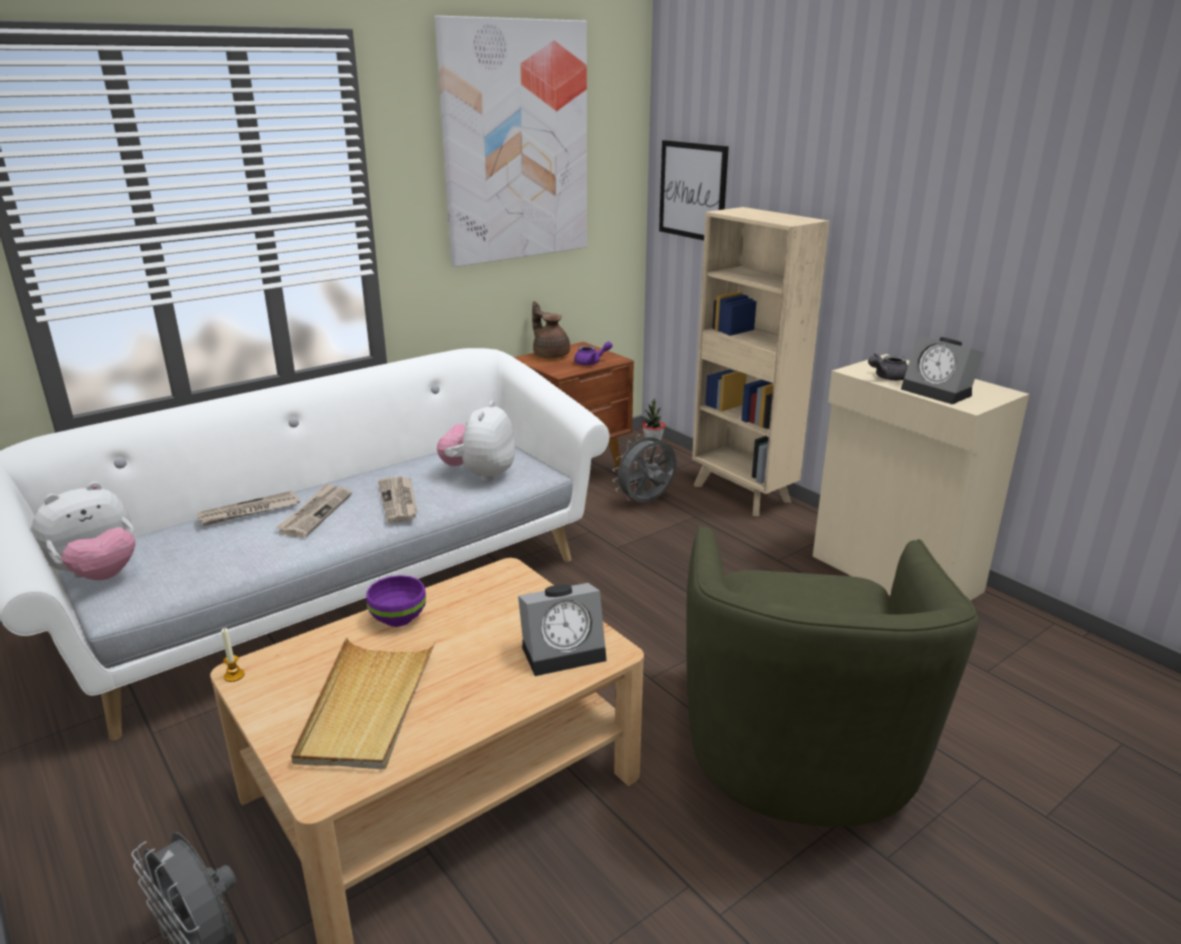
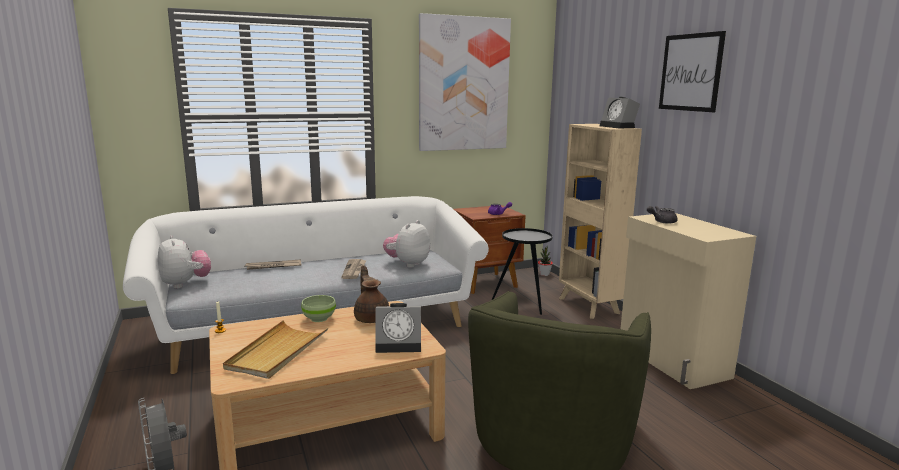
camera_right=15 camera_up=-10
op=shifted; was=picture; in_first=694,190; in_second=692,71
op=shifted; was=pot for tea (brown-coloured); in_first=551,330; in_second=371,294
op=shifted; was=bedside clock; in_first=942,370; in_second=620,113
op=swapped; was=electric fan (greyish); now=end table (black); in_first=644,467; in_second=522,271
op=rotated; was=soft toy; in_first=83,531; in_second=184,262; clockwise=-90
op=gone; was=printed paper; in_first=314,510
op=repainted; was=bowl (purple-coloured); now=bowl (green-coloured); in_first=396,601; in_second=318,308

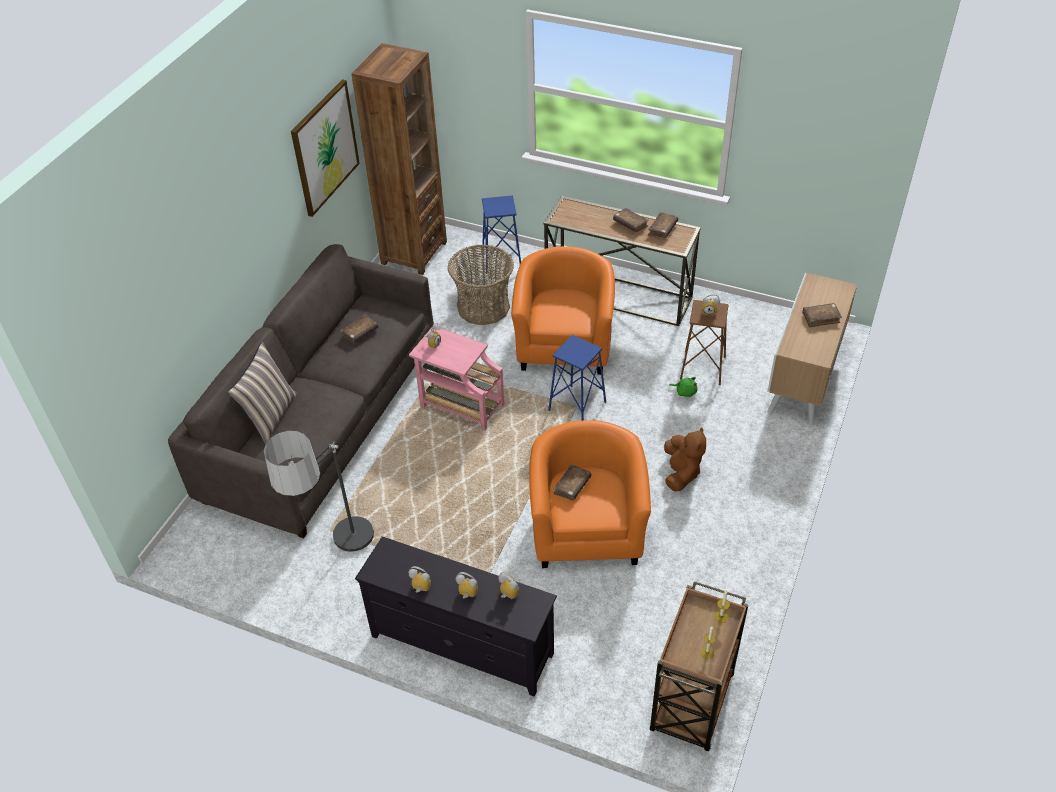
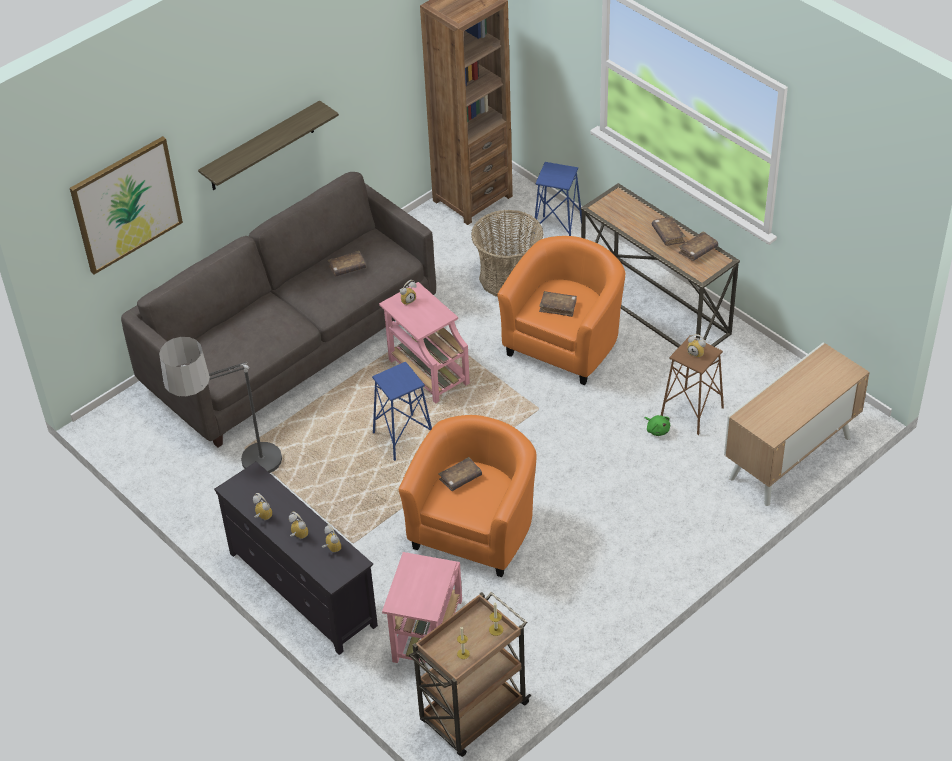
camera_right=25 camera_up=0
op=shifted; was=picture; in_first=325,148; in_second=126,205
op=shifted; was=bound book (brown-coloured); in_first=822,315; in_second=558,304
op=shifted; was=stool seat (bluish); in_first=577,378; in_second=402,411
op=gone; was=pillow; in_first=262,393
op=gone; was=soft toy (brown-coloured); in_first=685,459
op=new; now=shelf; in_second=268,145
op=new; now=end table (pink); in_second=422,607

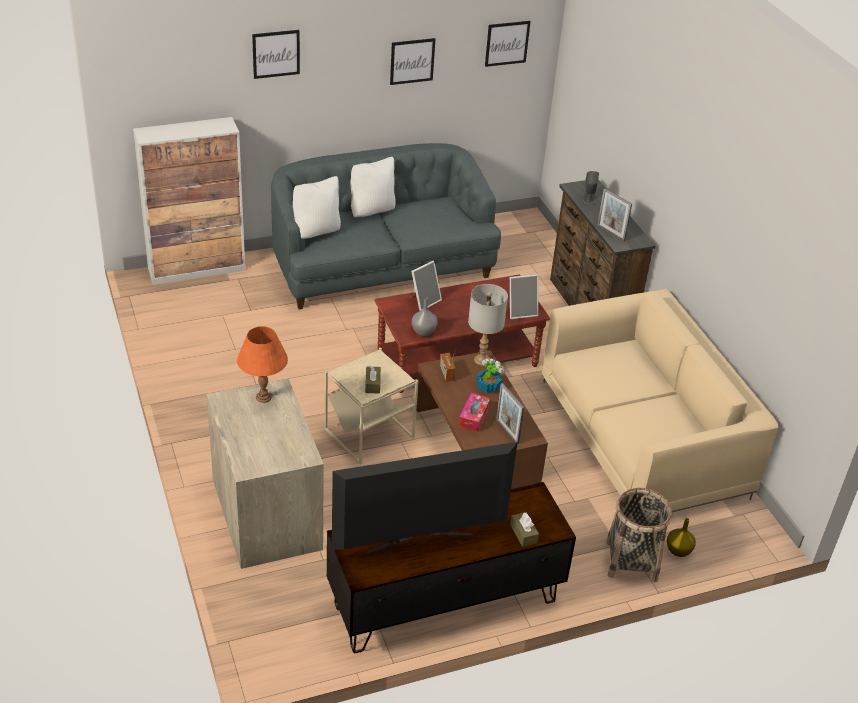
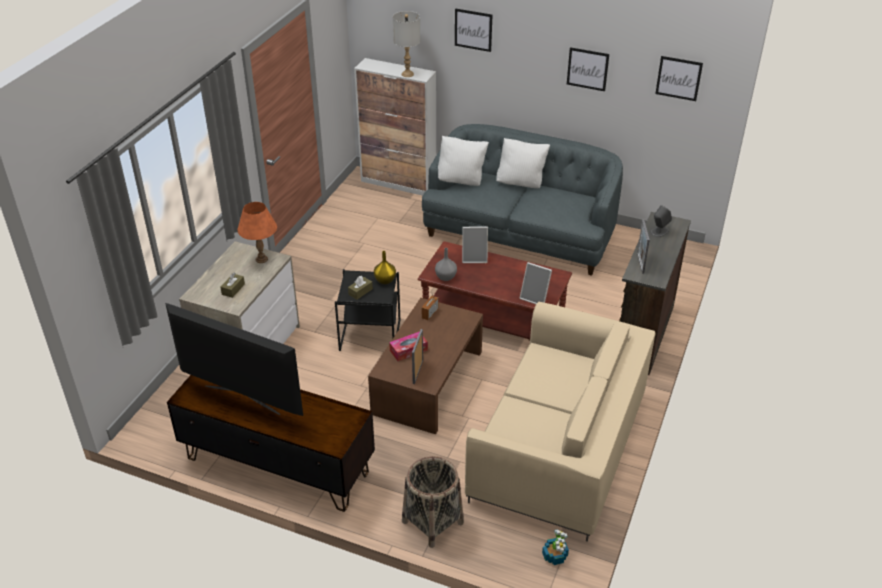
camera_right=45 camera_up=0
op=shifted; was=tabletop lamp (greyish); in_first=488,325; in_second=406,44
op=repainted; was=end table (beige-coloured); now=end table (black); in_first=371,406; in_second=367,310
op=shifted; was=potted plant; in_first=490,375; in_second=555,547
op=shifted; was=tissue holder (brown-coloured); in_first=524,529; in_second=233,285
op=shifted; was=vase (yellow); in_first=681,537; in_second=385,268

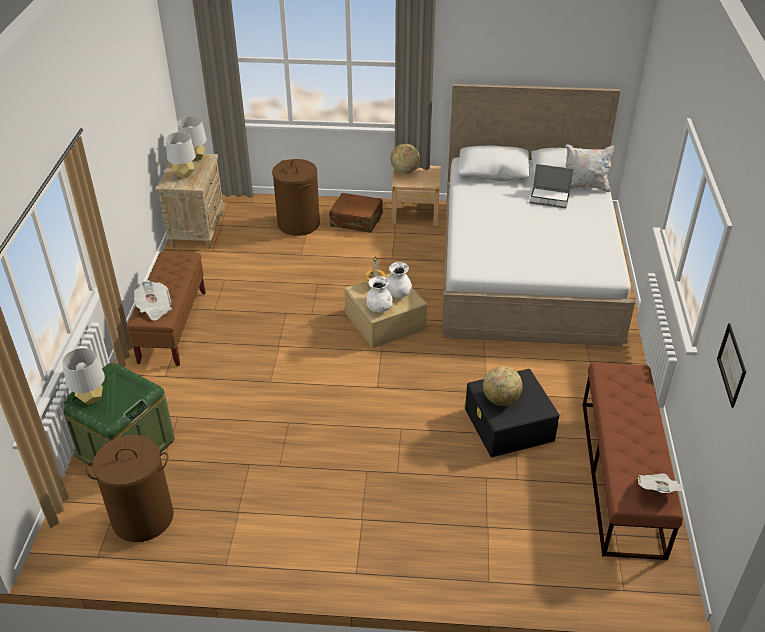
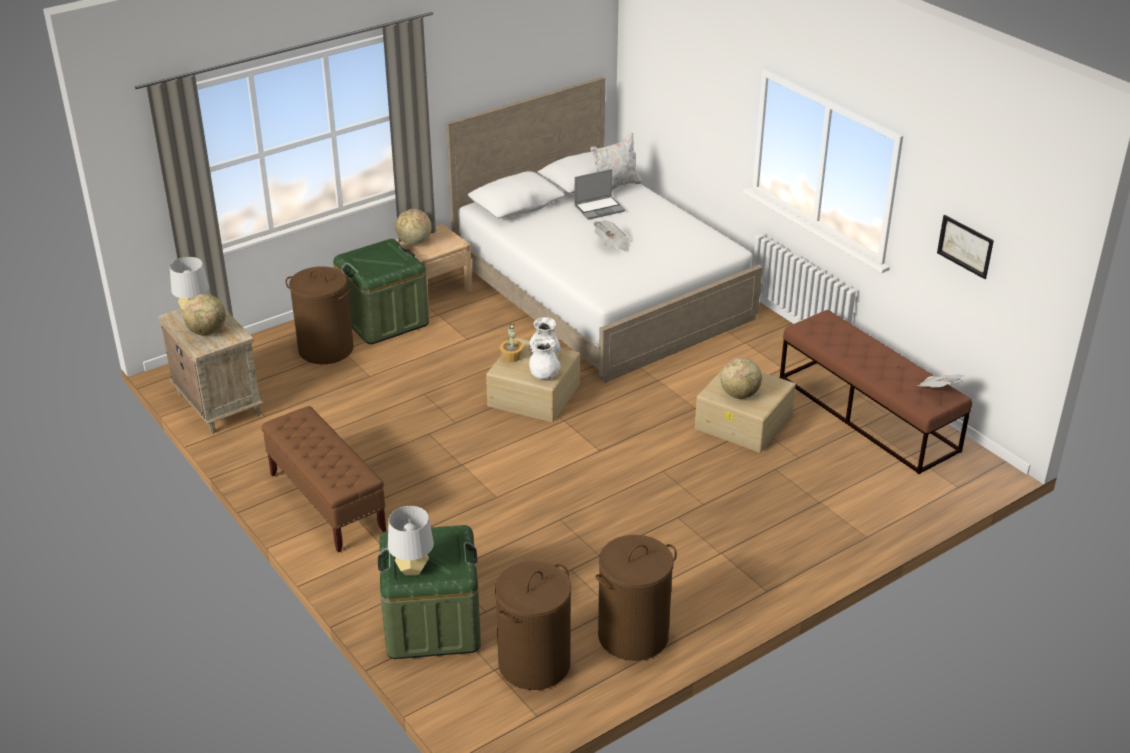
camera_right=-40 camera_up=-5
op=swapped; was=tabletop lamp (greyish); now=world globe; in_first=181,155; in_second=204,314
op=swapped; was=travel case (brown-coloured); now=storage container (green-coloured); in_first=356,213; in_second=381,291
op=shifted; was=printed paper; in_first=153,300; in_second=611,236
op=repainted; was=storage container (black); now=storage container (beige-coloured); in_first=512,413; in_second=745,411
op=new; now=laundry basket (brown-coloured); in_second=636,598

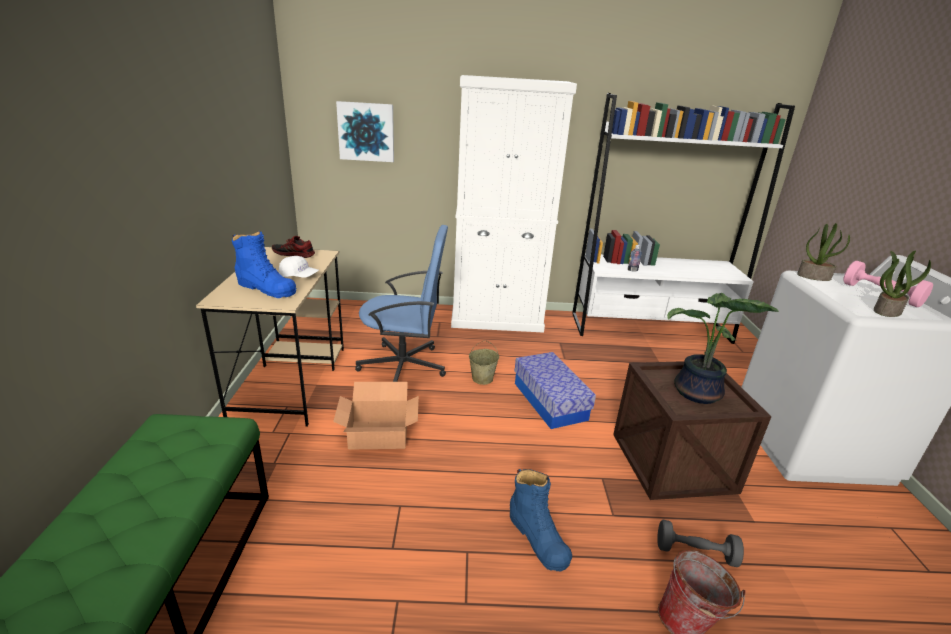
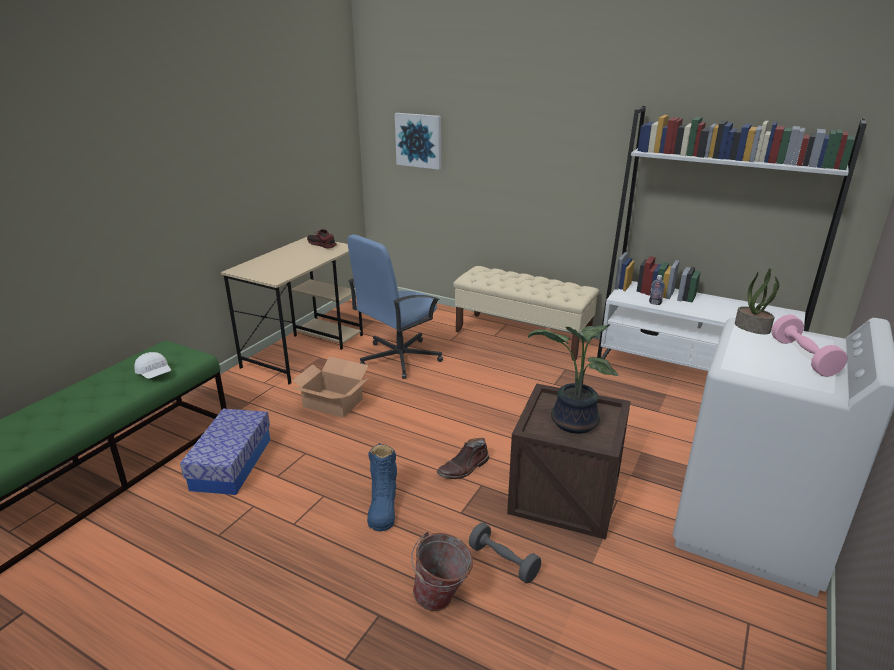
camera_right=30 camera_up=0
op=swapped; was=storage cabinet (white); now=long seat (beige-coloured); in_first=514,204; in_second=526,313
op=rotated; was=office chair (bluish); in_first=401,303; in_second=395,307; clockwise=105
op=gone; was=tall boot (bluish); in_first=264,264
op=gone; was=potted plant; in_first=902,283
op=shifted; was=peaked cap (white); in_first=299,267; in_second=152,365
op=gone; was=water bucket (beige-coloured); in_first=484,362
op=shifted; was=storage container; in_first=555,390; in_second=225,452
op=new; now=tall boot (brown-coloured); in_second=463,458

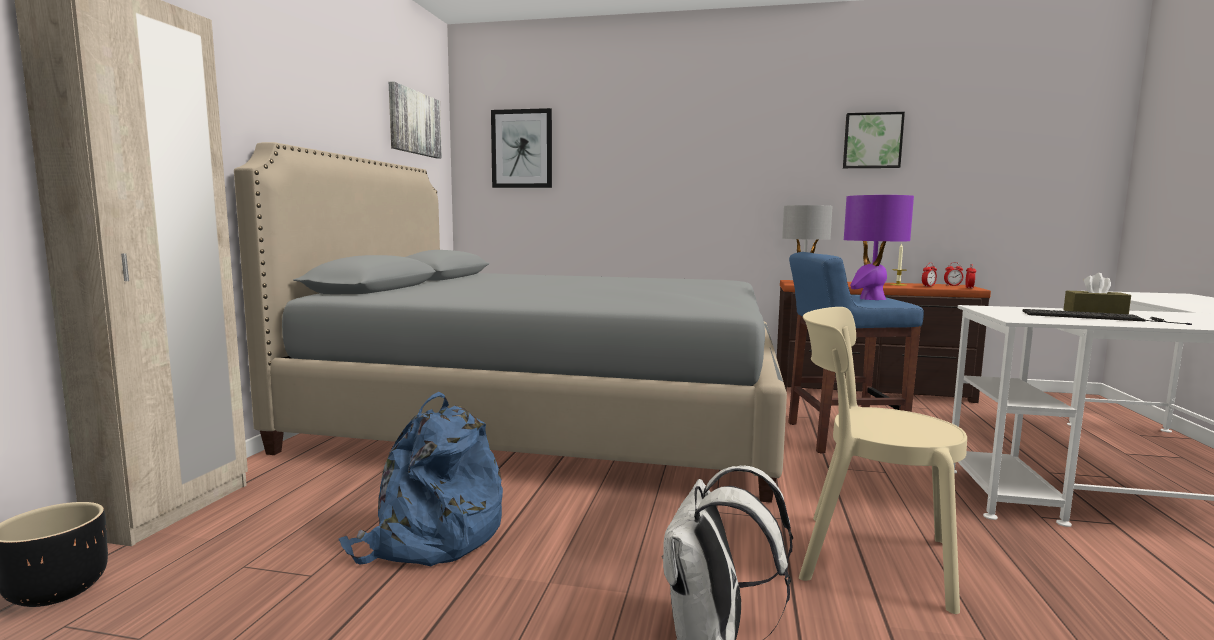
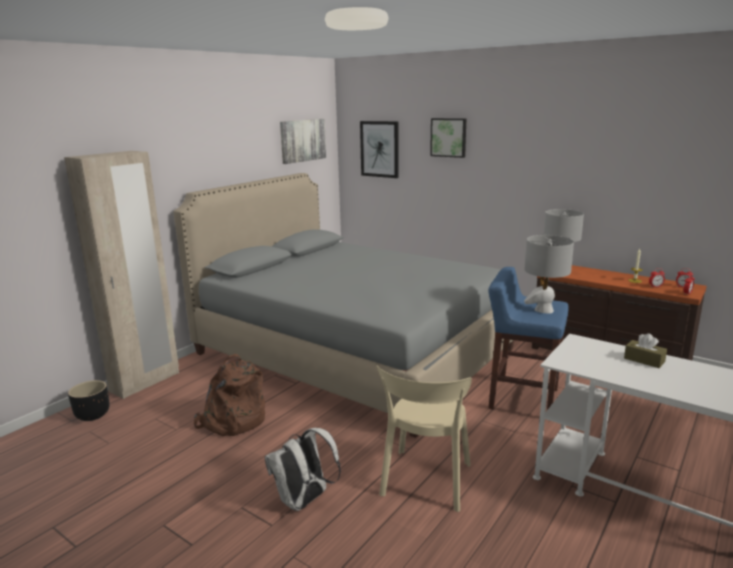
camera_right=25 camera_up=10
op=shifted; was=picture; in_first=874,140; in_second=448,138
op=repainted; was=tabletop lamp (purple-coloured); now=tabletop lamp (greyish); in_first=879,247; in_second=549,274
op=rotated; was=chair (beige-coloured); in_first=883,460; in_second=424,438; clockwise=-120
op=gone; was=keyboard; in_first=1107,317
op=repainted; was=backpack (bluish); now=backpack (brown-coloured); in_first=421,479; in_second=229,395

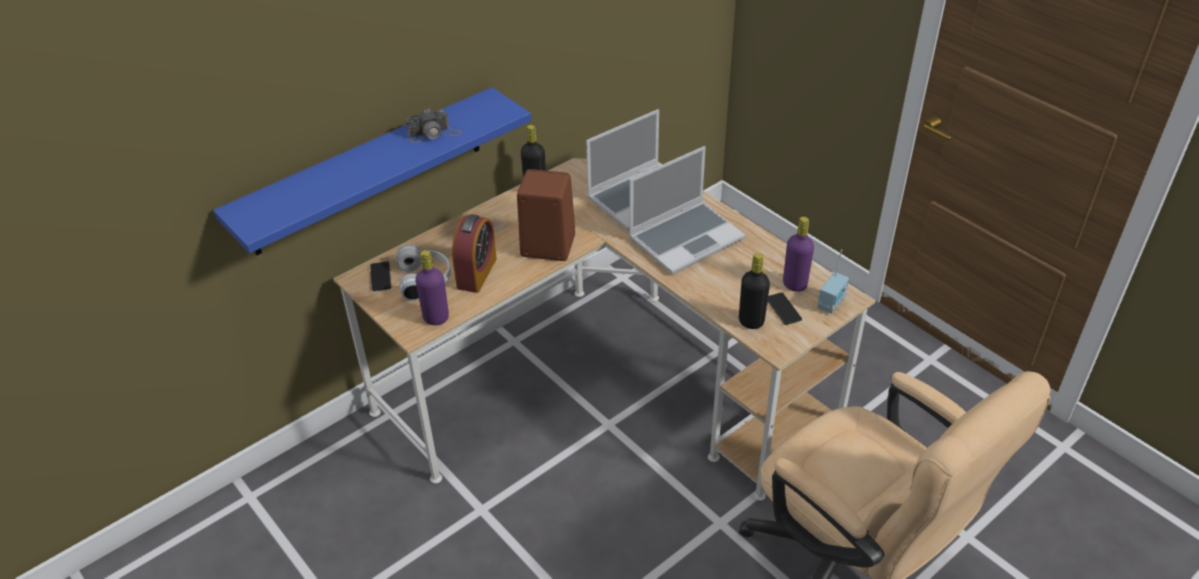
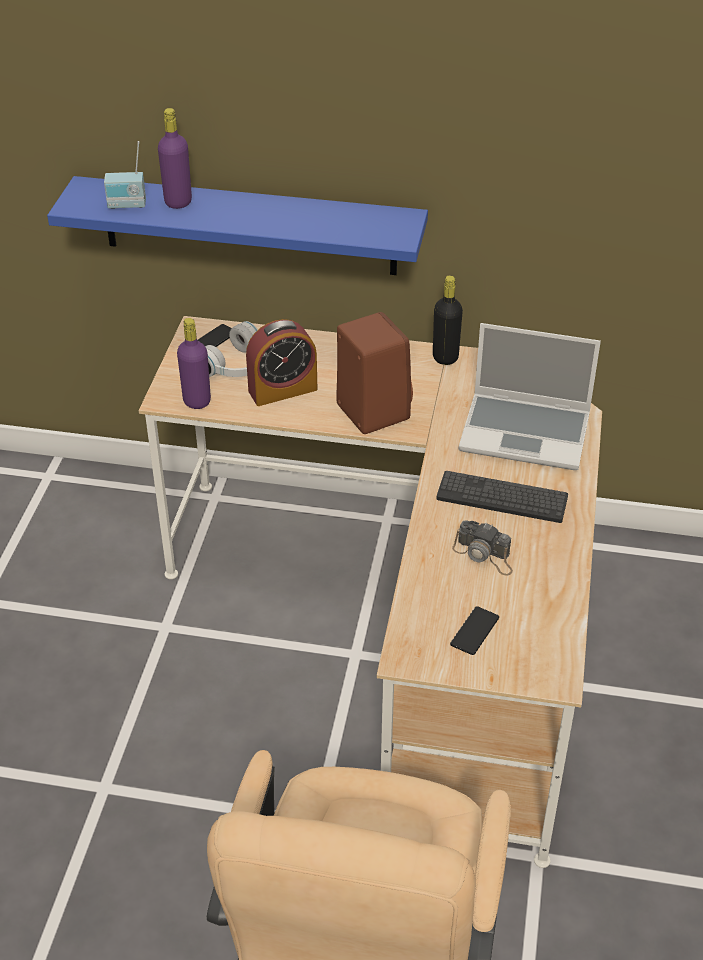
camera_right=50 camera_up=0
op=shifted; was=photo camera; in_first=433,126; in_second=482,548
op=swapped; was=laptop; now=keyboard; in_first=687,210; in_second=502,497
op=shifted; was=drink bottle (purple-coloured); in_first=798,254; in_second=175,158
op=shifted; was=radio; in_first=833,281; in_second=125,175
op=gone; was=drink bottle (black); in_first=754,291

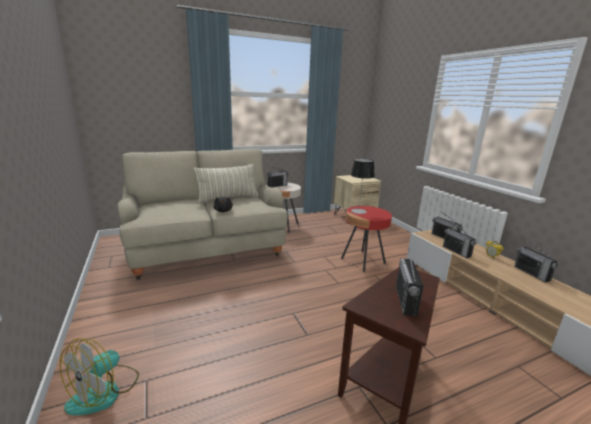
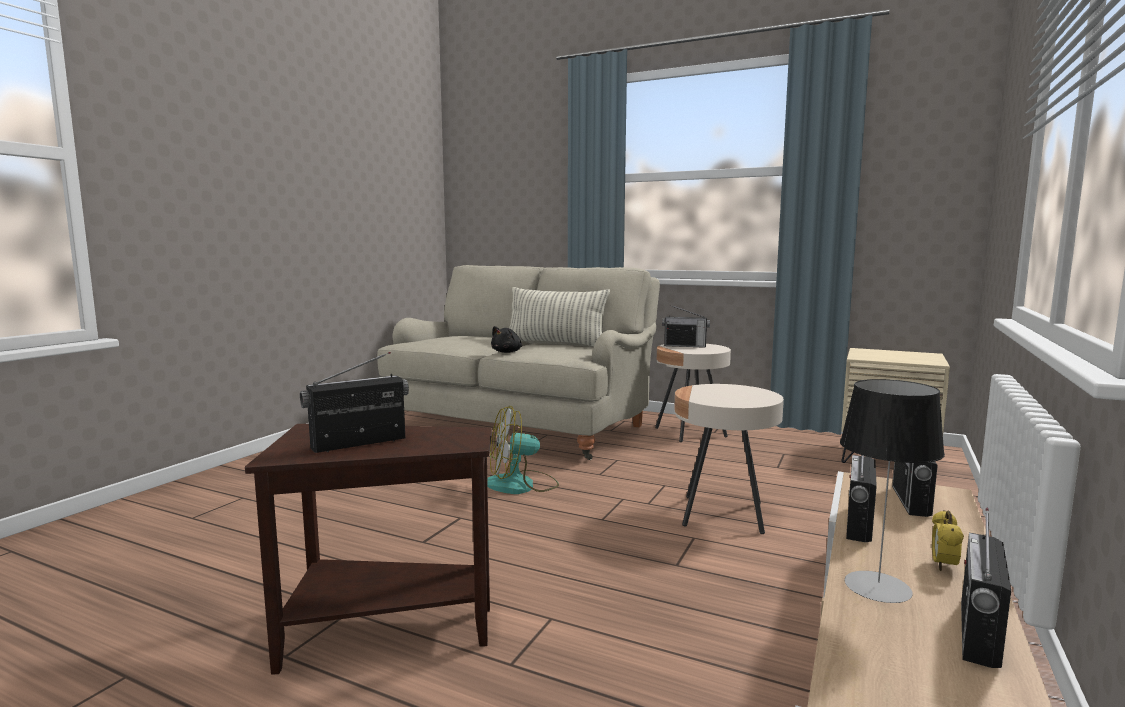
camera_right=50 camera_up=-10
op=shifted; was=tabletop lamp; in_first=363,186; in_second=892,491
op=repainted; was=end table (reddish); now=end table (beige-coloured); in_first=366,239; in_second=729,459
op=shifted; was=electric fan; in_first=99,376; in_second=523,450

